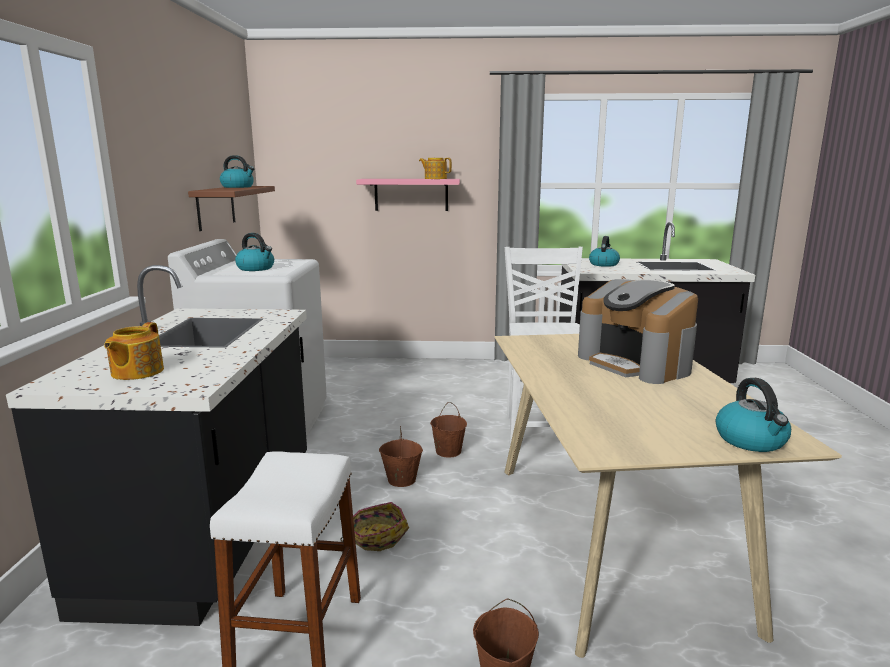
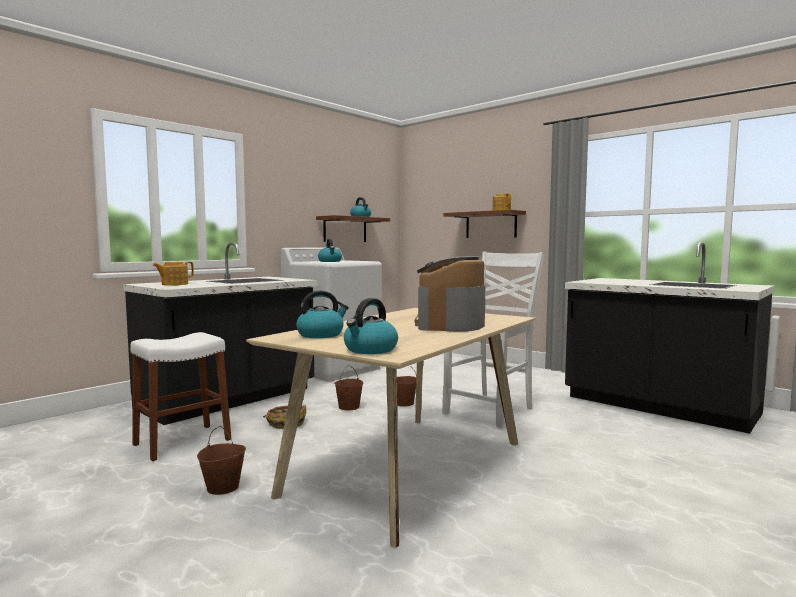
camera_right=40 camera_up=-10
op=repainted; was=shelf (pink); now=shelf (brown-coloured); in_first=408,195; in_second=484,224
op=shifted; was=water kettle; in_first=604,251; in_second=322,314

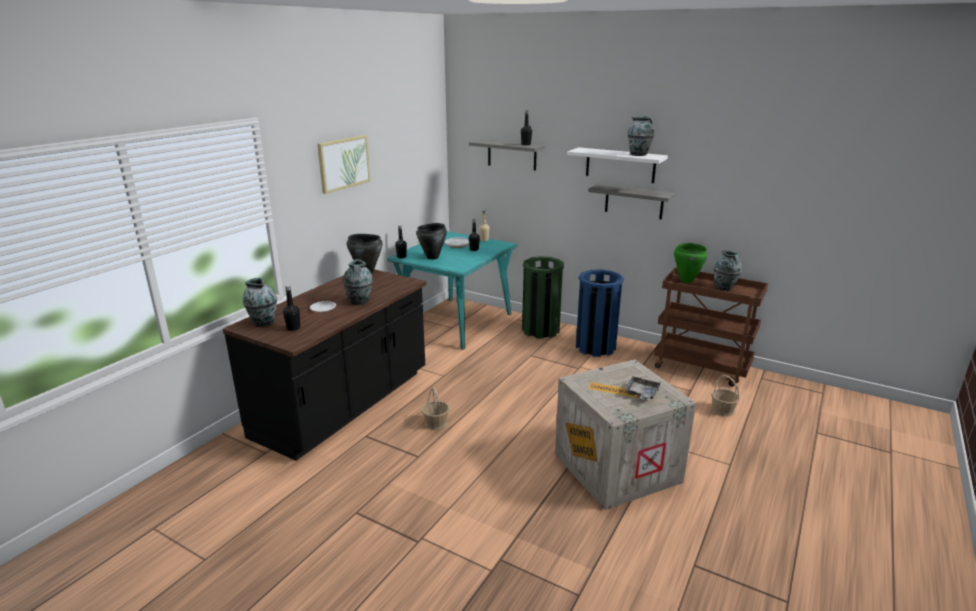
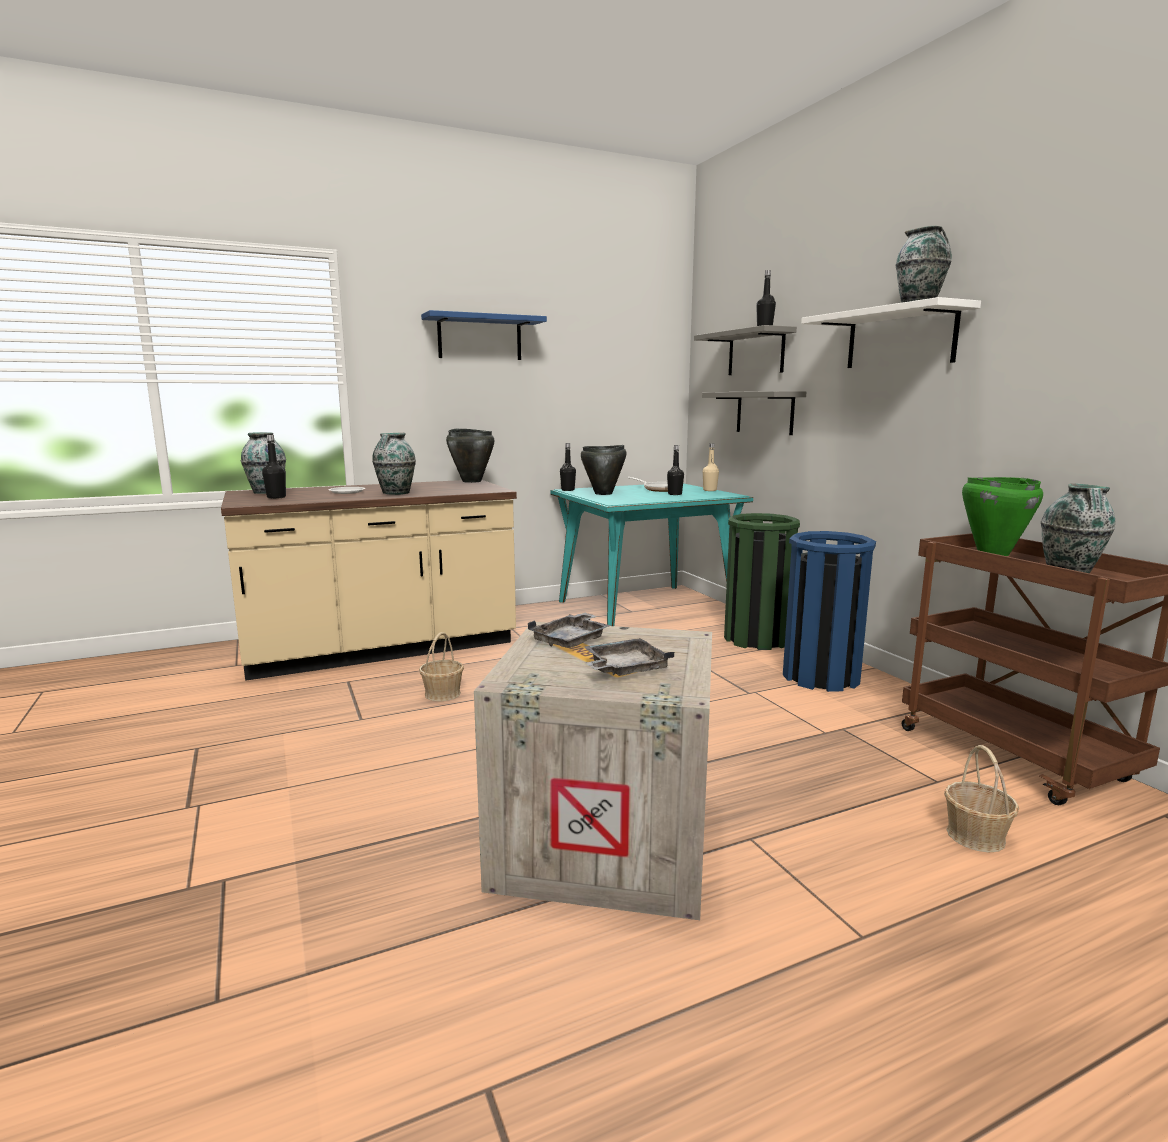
camera_right=35 camera_up=-10
op=swapped; was=picture; now=shelf (bluish); in_first=344,164; in_second=484,335
op=shifted; was=shelf (greyish); in_first=632,202; in_second=754,413
op=repainted; was=kitchen counter (black); now=kitchen counter (beige-coloured); in_first=324,365; in_second=369,580
op=new; now=tray (greyish); in_second=569,630

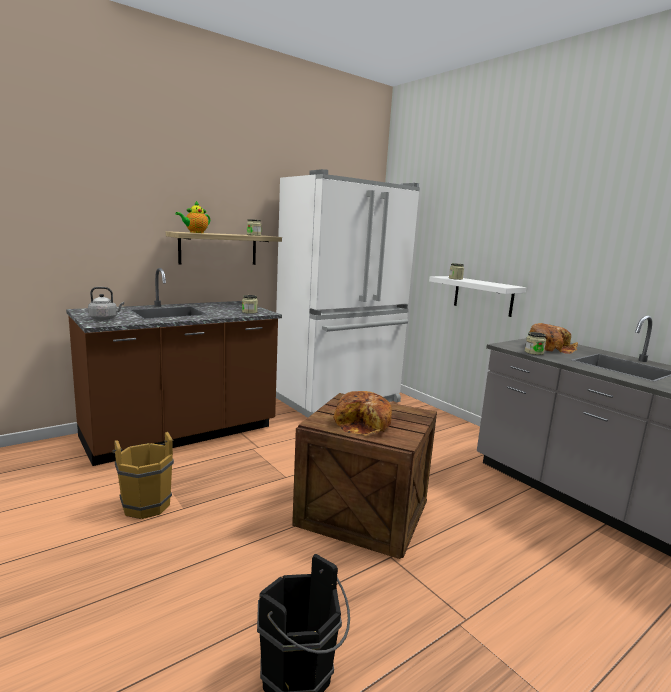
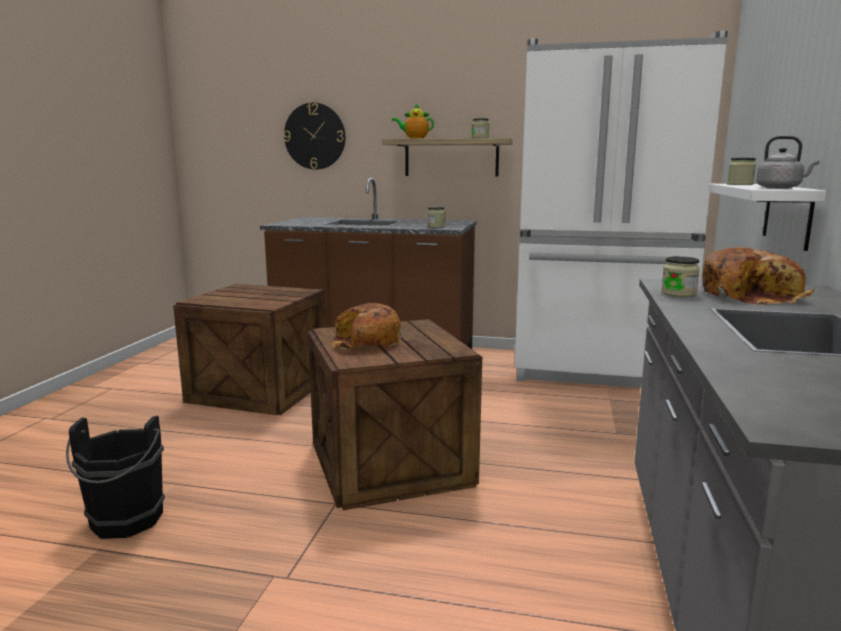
camera_right=50 camera_up=0
op=shifted; was=water kettle (greyish); in_first=106,303; in_second=788,162
op=swapped; was=water bucket (brown-coloured); now=packing crate; in_first=143,475; in_second=249,349
op=new; now=hanging clock; in_second=314,136

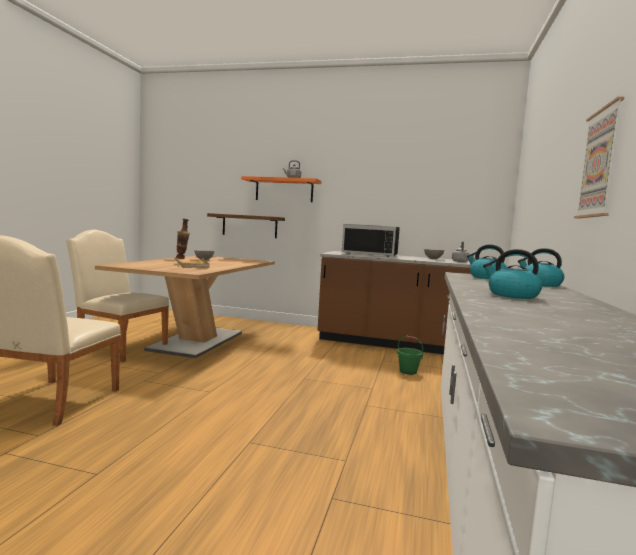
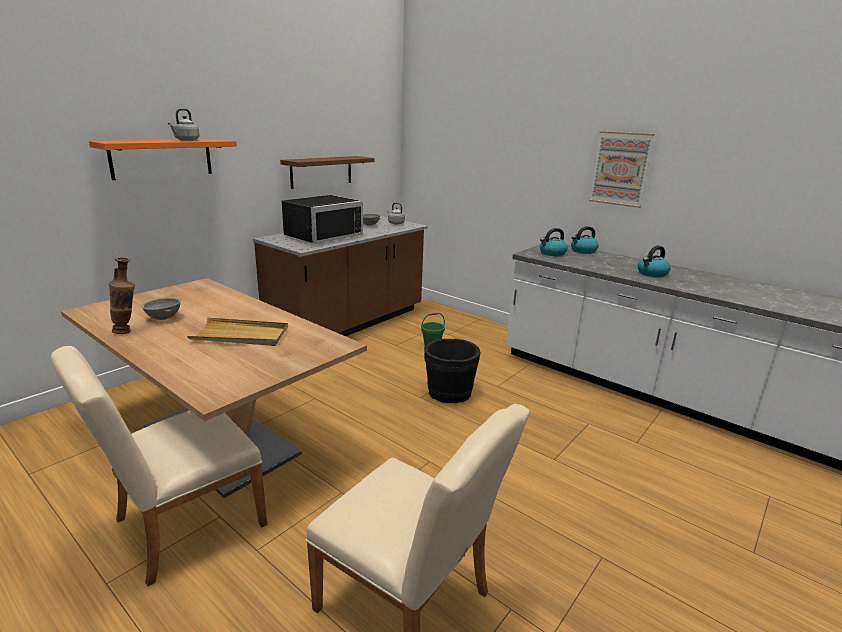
camera_right=-65 camera_up=15
op=shifted; was=shelf (brown-coloured); in_first=246,225; in_second=327,172
op=new; now=water bucket (black); in_second=452,371

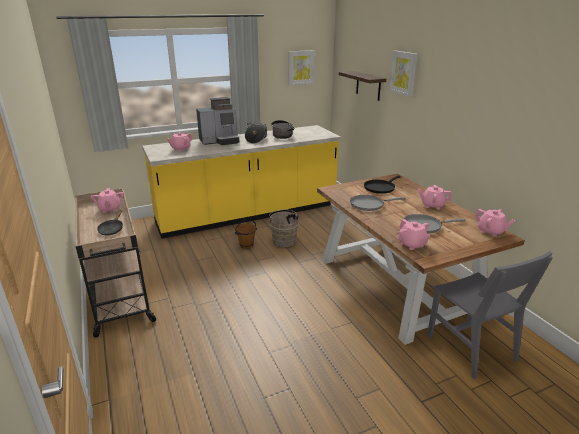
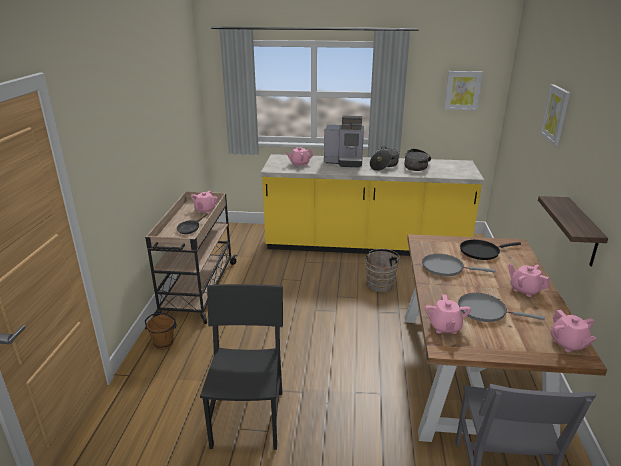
camera_right=30 camera_up=0
op=shifted; was=shelf; in_first=362,86; in_second=573,231
op=shifted; was=water bucket (brown-coloured); in_first=246,234; in_second=161,331
op=new; now=chair (black); in_second=241,367

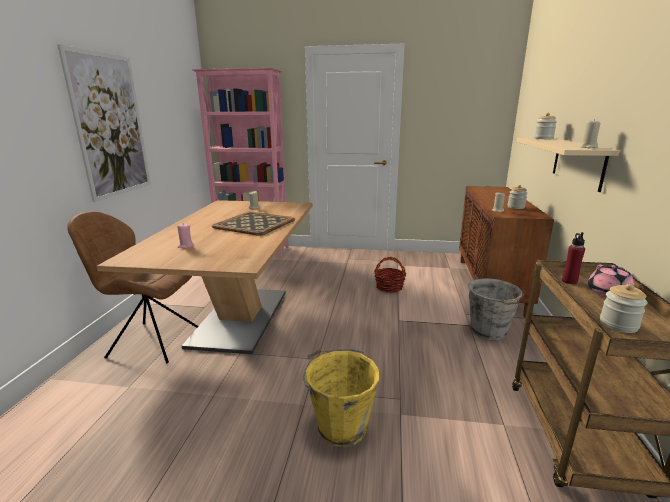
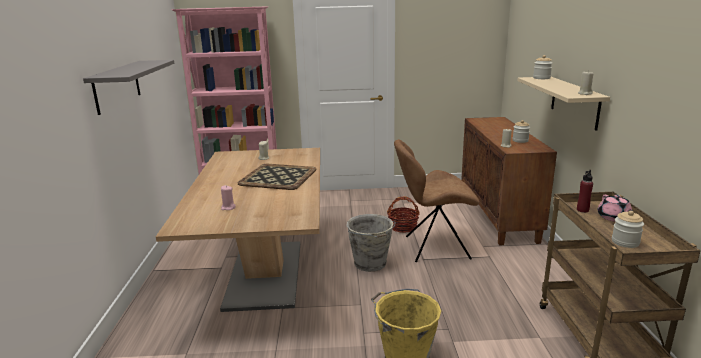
camera_right=-10 camera_up=0
op=swapped; was=picture; now=shelf (greyish); in_first=104,123; in_second=128,87
op=shifted; was=chair (brown-coloured); in_first=132,287; in_second=436,200
op=shifted; was=water bucket (greyish); in_first=496,309; in_second=371,243

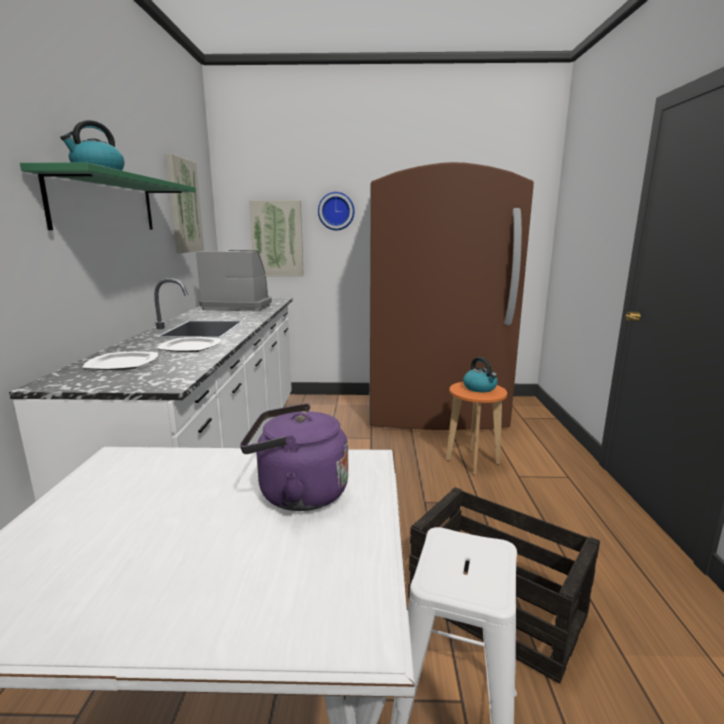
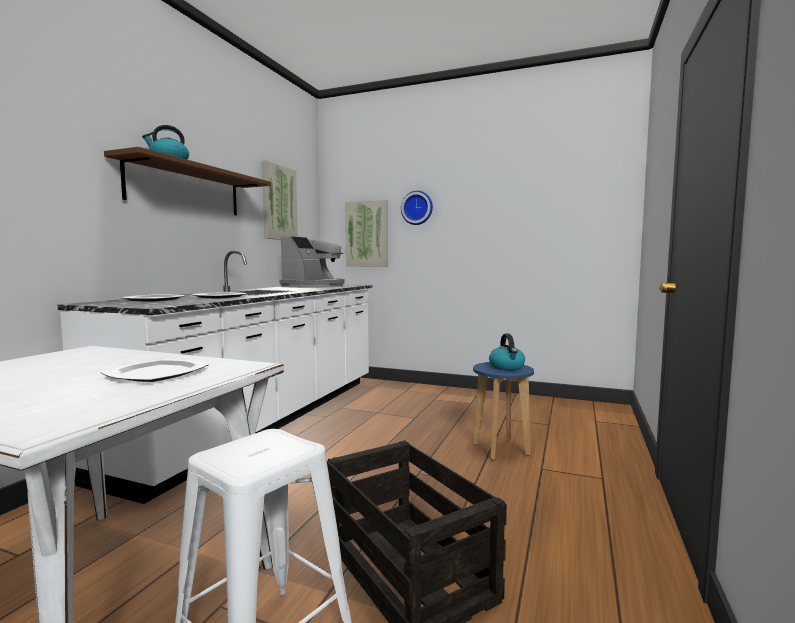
camera_right=20 camera_up=-10
op=repainted; was=shelf (green-coloured); now=shelf (brown-coloured); in_first=108,196; in_second=187,181
op=gone; was=kitchen fridge (brown-coloured); in_first=451,296
op=rotated; was=coffee brewer; in_first=234,280; in_second=312,262; clockwise=90
op=repainted; was=stool seat (orange-coloured); now=stool seat (bluish); in_first=476,428; in_second=503,411
op=swapped; was=water kettle (purple-coloured); now=dinner plate; in_first=294,457; in_second=154,370

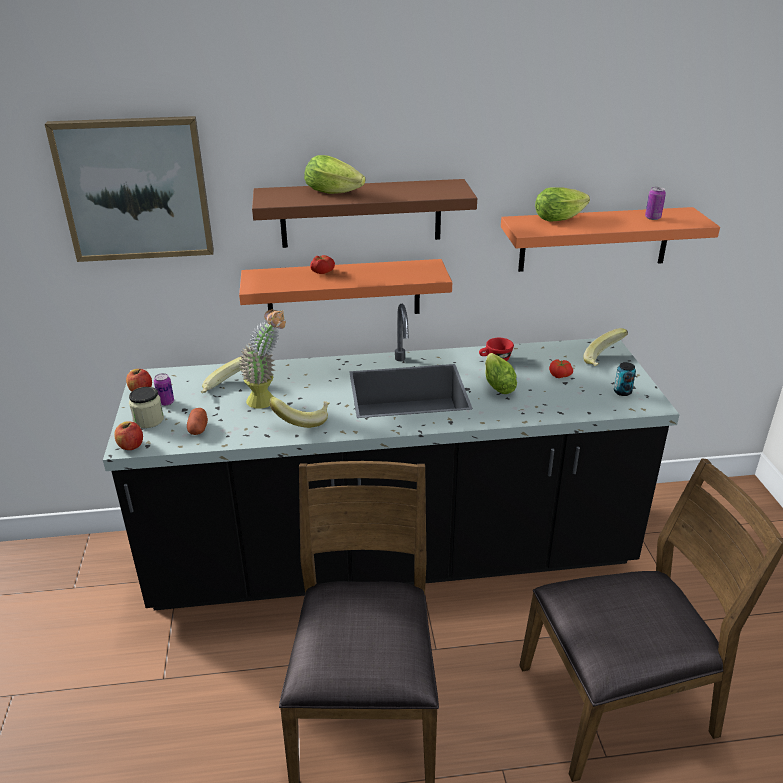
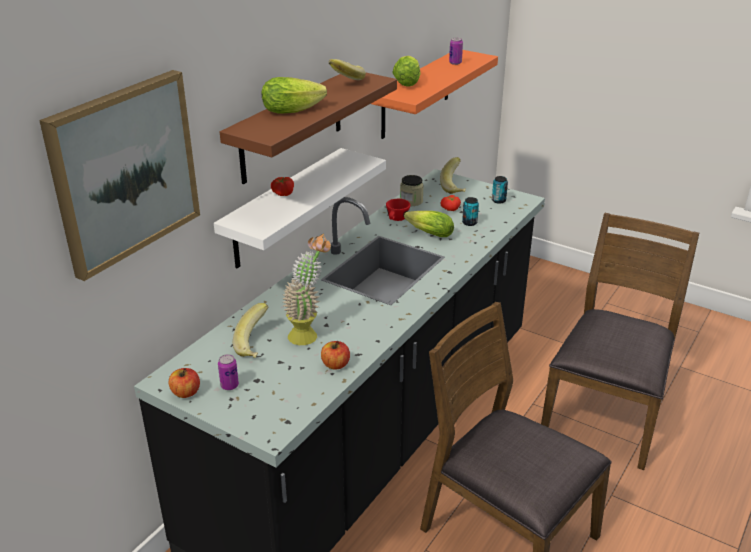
camera_right=-50 camera_up=0
op=repainted; was=shelf (orange-coloured); now=shelf (white); in_first=345,286; in_second=300,208
op=shifted; was=jar; in_first=146,407; in_second=412,190
op=shifted; was=banana fruit; in_first=299,412; in_second=347,69
op=gone; was=whole potato; in_first=197,421
op=shifted; was=whole apple; in_first=128,435; in_second=335,355
op=new; now=sealed can; in_second=470,211

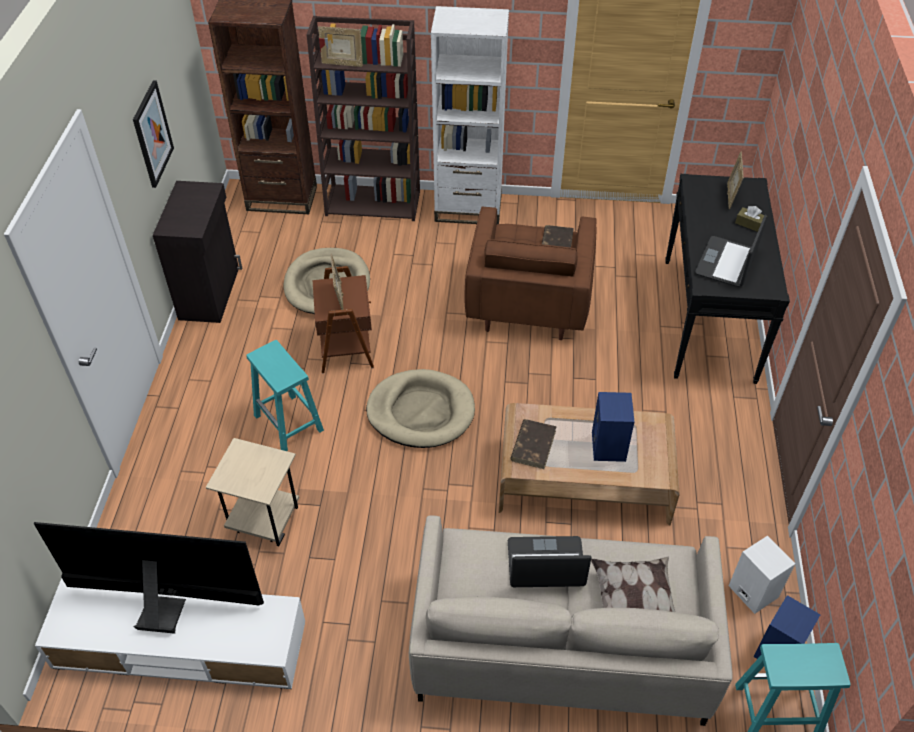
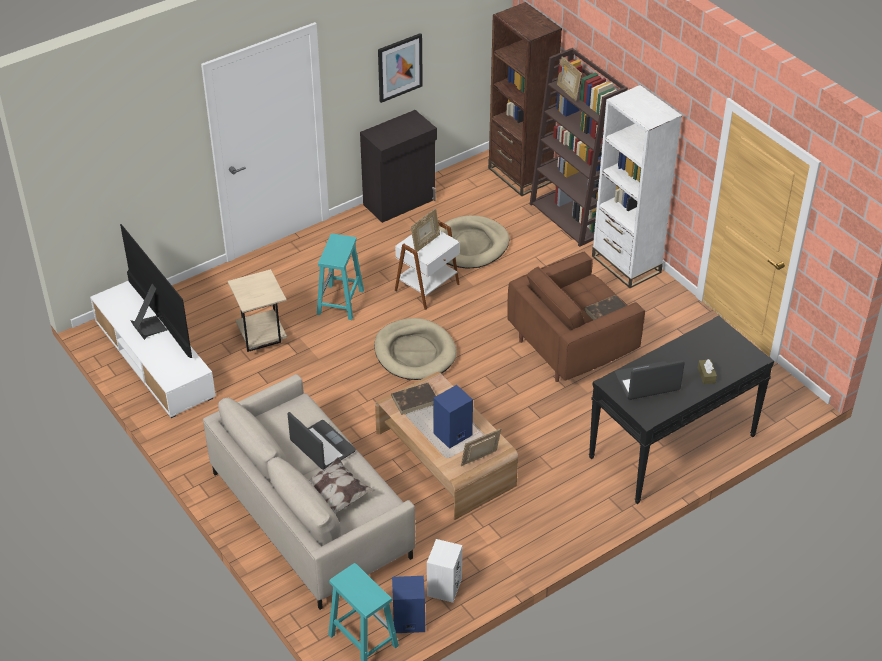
camera_right=50 camera_up=-5
op=shifted; was=picture frame; in_first=735,180; in_second=481,447
op=repainted; was=end table (brown-coloured); now=end table (white); in_first=343,320; in_second=427,265

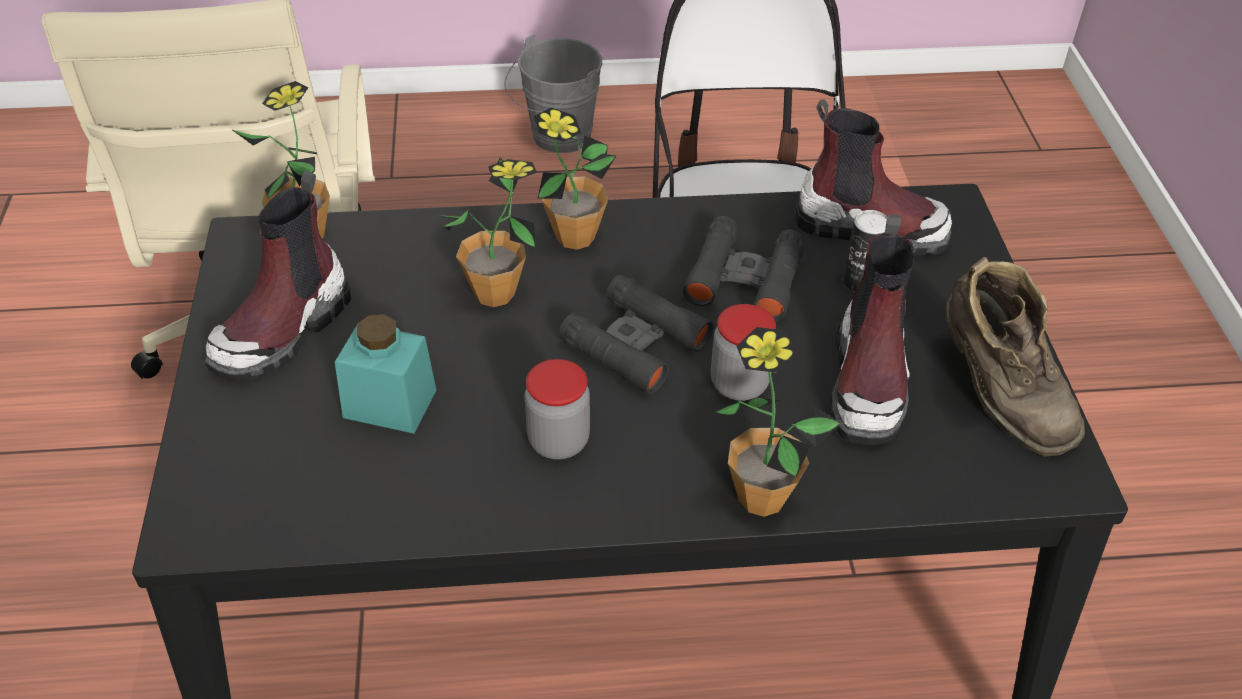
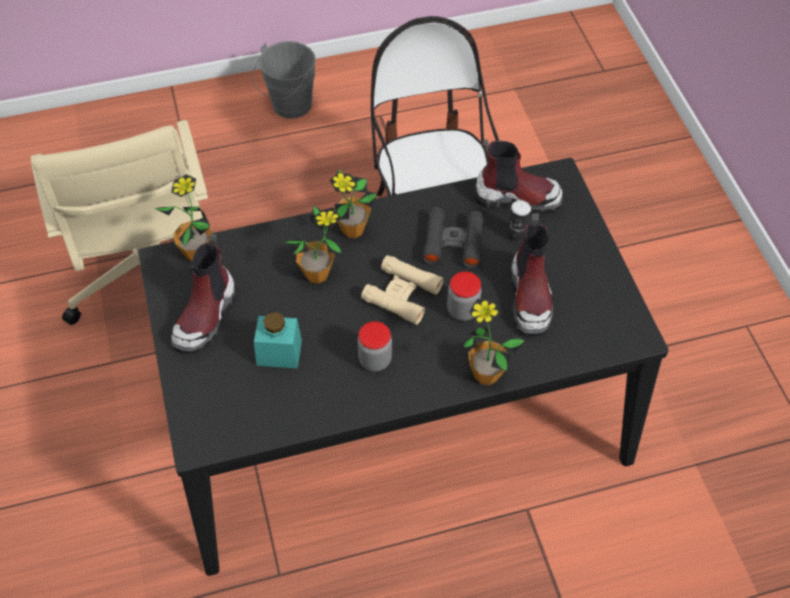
camera_right=-10 camera_up=10
op=gone; was=tall boot (brown-coloured); in_first=1015,357
op=repainted; was=field glasses (black); now=field glasses (beige-coloured); in_first=636,334; in_second=402,290

